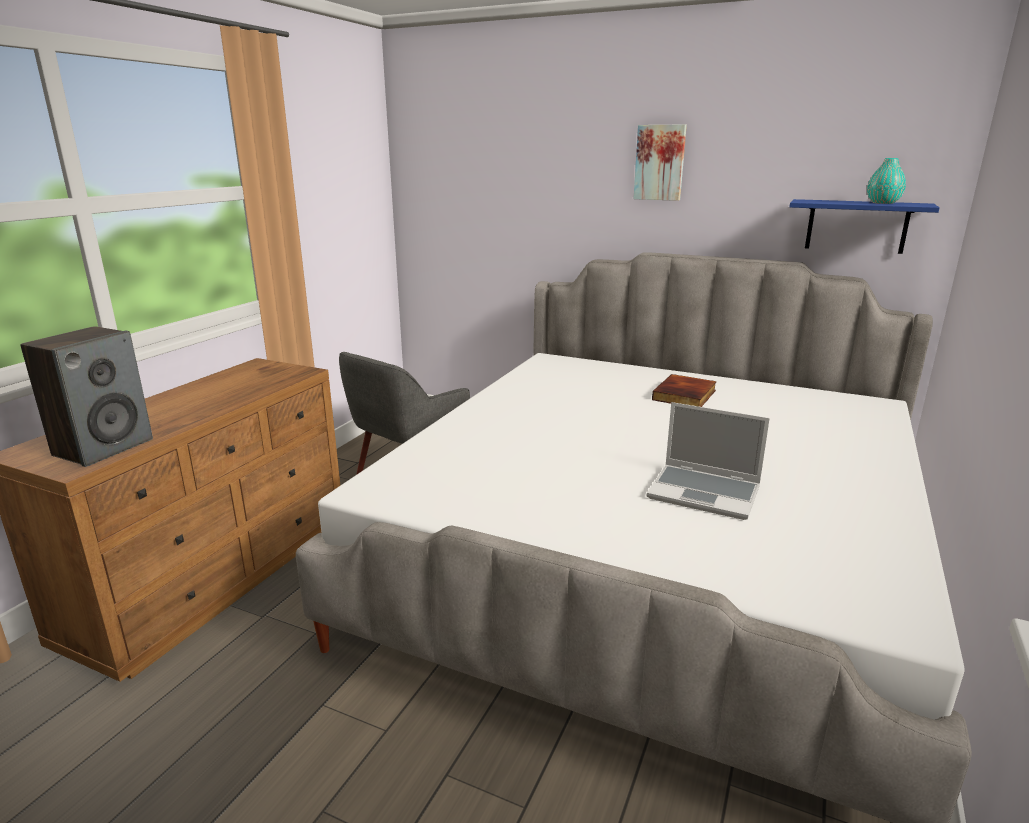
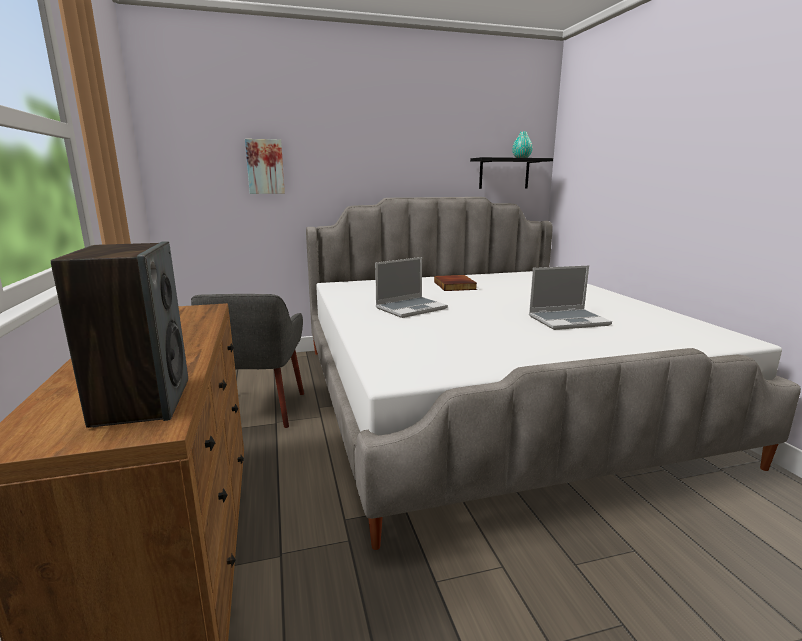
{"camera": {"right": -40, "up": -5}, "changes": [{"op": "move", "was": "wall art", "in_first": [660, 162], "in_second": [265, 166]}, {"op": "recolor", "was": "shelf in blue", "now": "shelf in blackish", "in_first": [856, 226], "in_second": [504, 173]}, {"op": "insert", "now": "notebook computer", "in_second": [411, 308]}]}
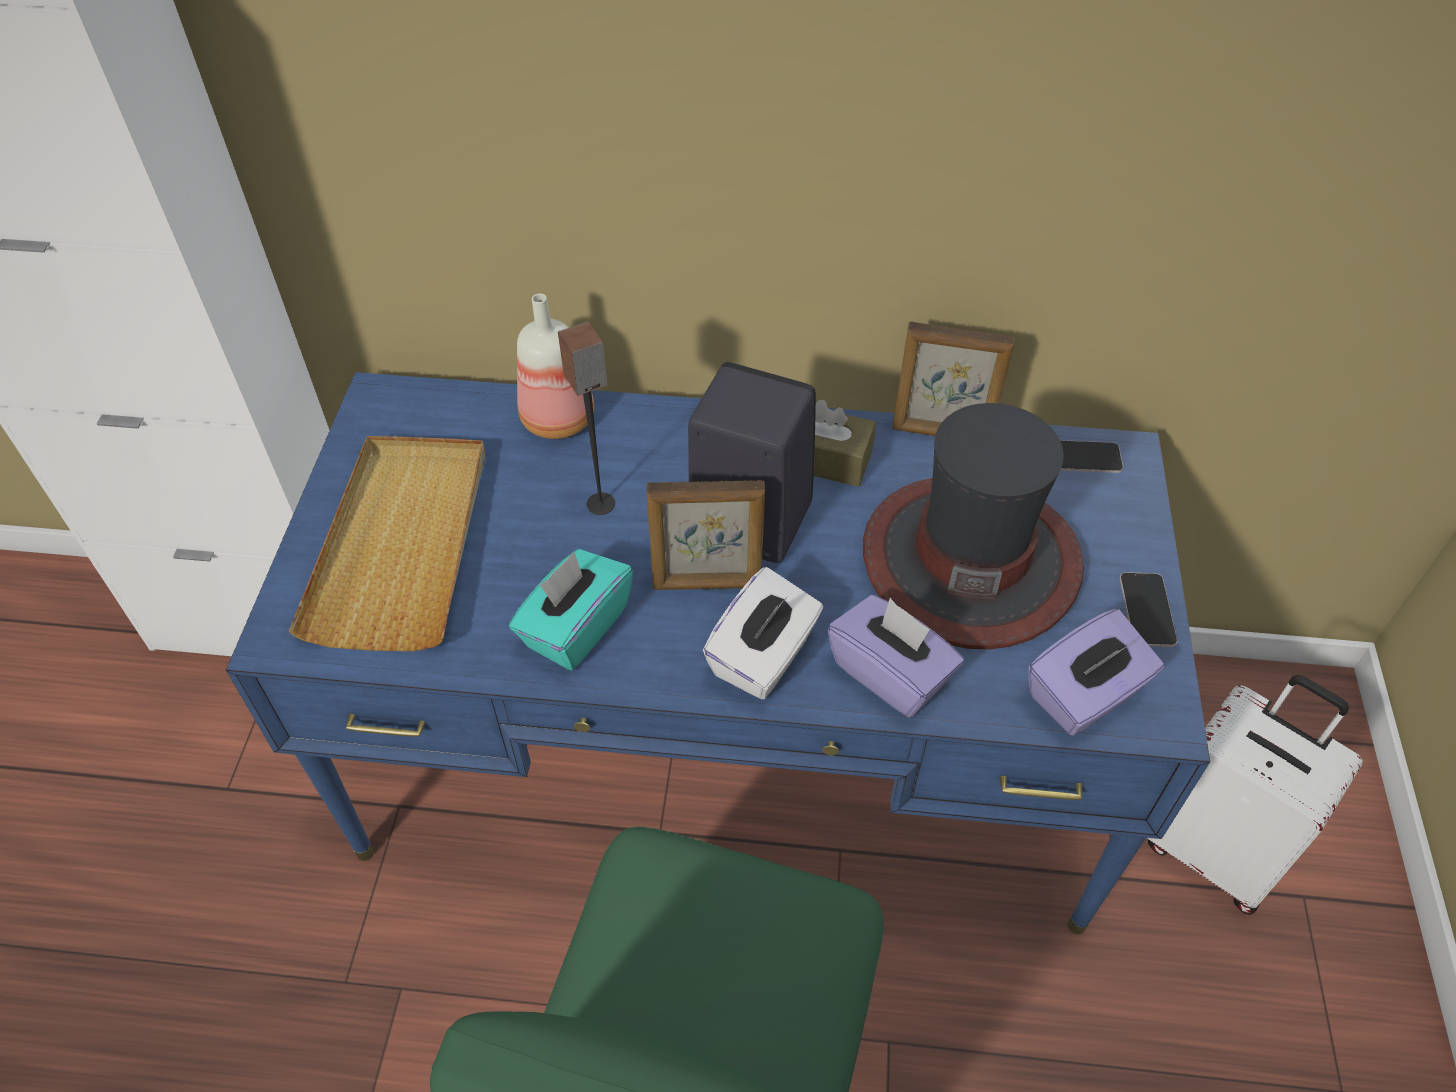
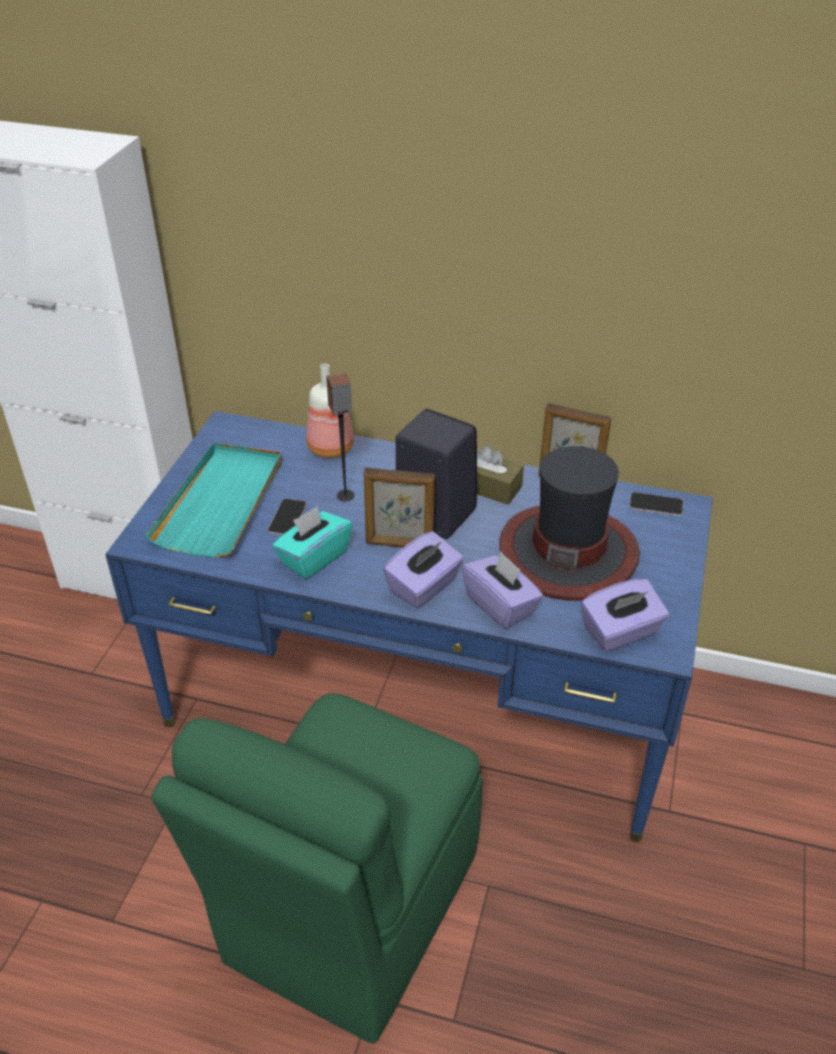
{"camera": {"right": 10, "up": -10}, "changes": [{"op": "recolor", "was": "serving tray in beige", "now": "serving tray in turquoise-coloured", "in_first": [402, 544], "in_second": [221, 503]}, {"op": "recolor", "was": "tissue box in whitish", "now": "tissue box in purple-coloured", "in_first": [763, 657], "in_second": [424, 586]}, {"op": "move", "was": "phone", "in_first": [1147, 610], "in_second": [287, 518]}, {"op": "delete", "was": "piece of luggage in whitish", "in_first": [1213, 848]}]}
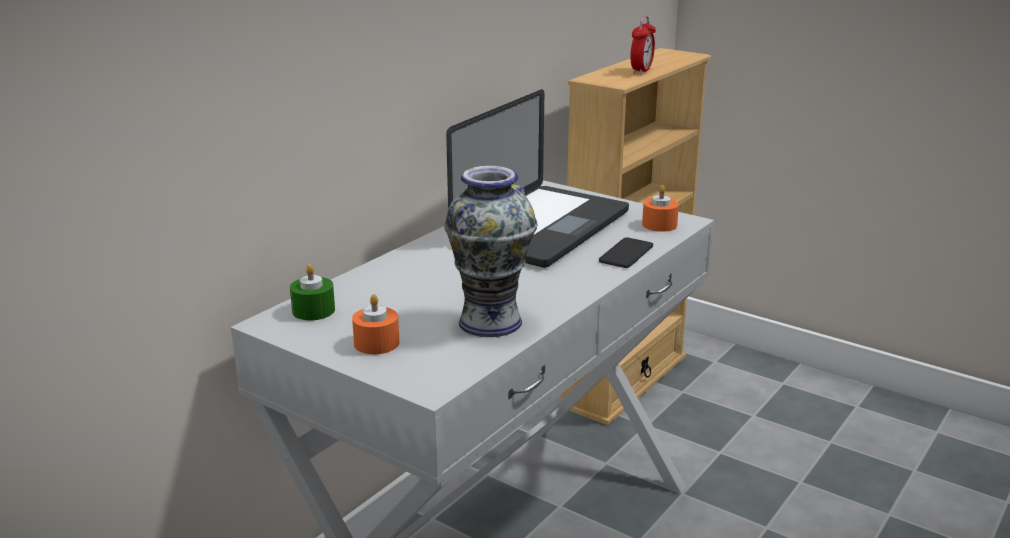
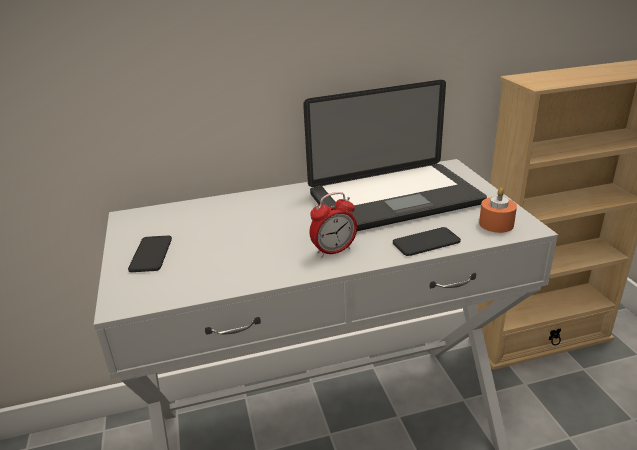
{"camera": {"right": 40, "up": 5}, "changes": [{"op": "delete", "was": "wax candle in green-coloured", "in_first": [313, 310]}, {"op": "replace", "was": "wax candle in orangey", "now": "phone", "in_first": [376, 343], "in_second": [151, 254]}, {"op": "delete", "was": "decorative vase", "in_first": [490, 322]}, {"op": "move", "was": "alarm clock", "in_first": [641, 71], "in_second": [334, 251]}]}
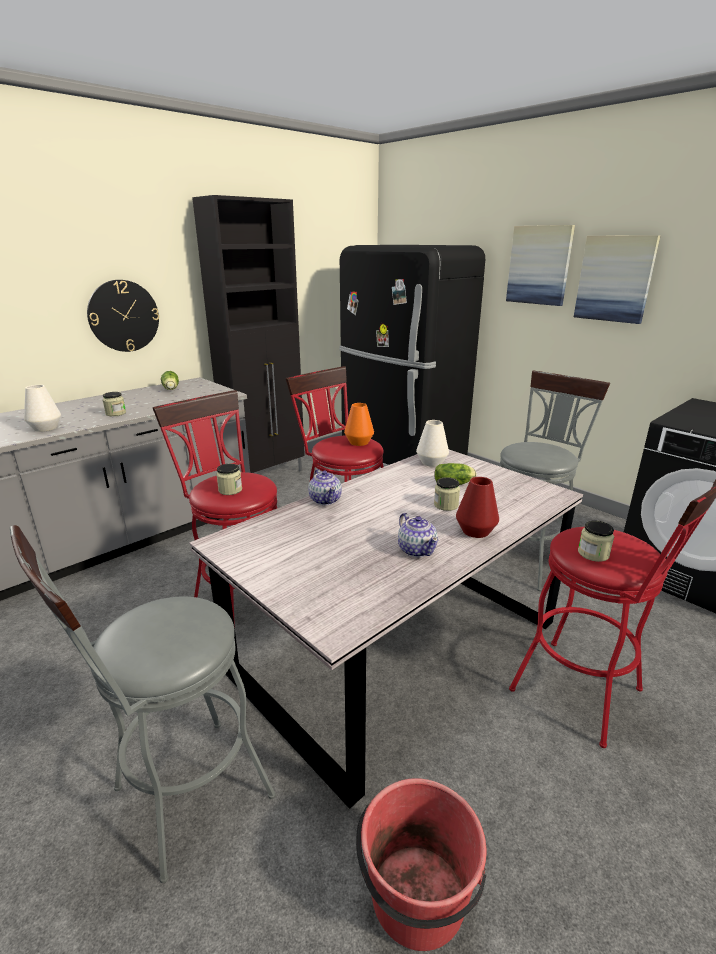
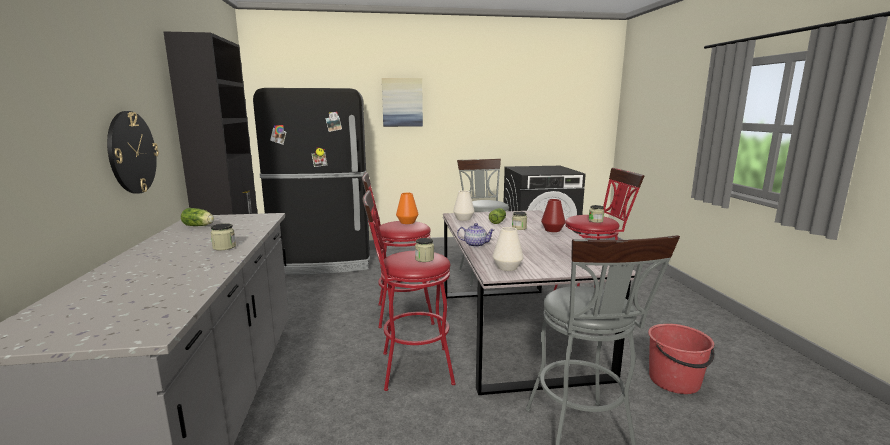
{"camera": {"right": -55, "up": -10}, "changes": [{"op": "move", "was": "decorative vase in whitish", "in_first": [45, 428], "in_second": [507, 267]}, {"op": "delete", "was": "tea pot", "in_first": [417, 550]}, {"op": "delete", "was": "wall art", "in_first": [615, 279]}]}
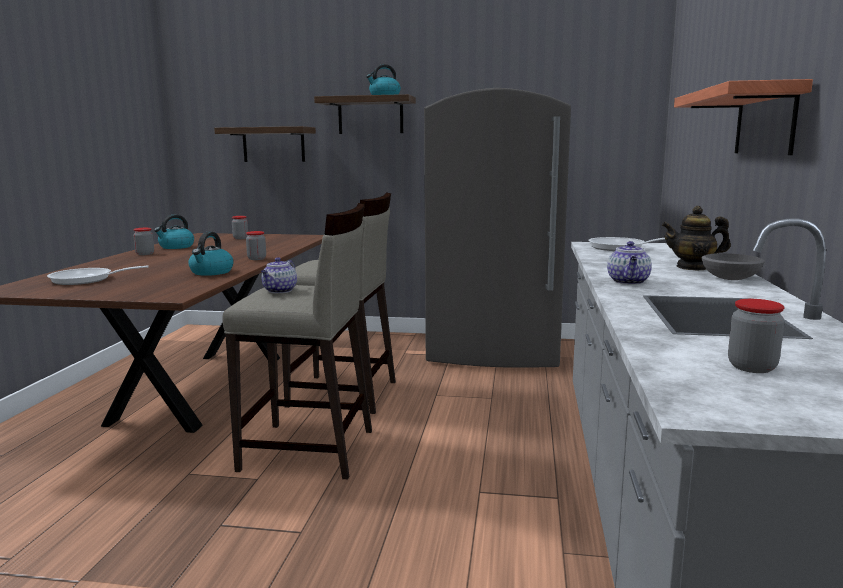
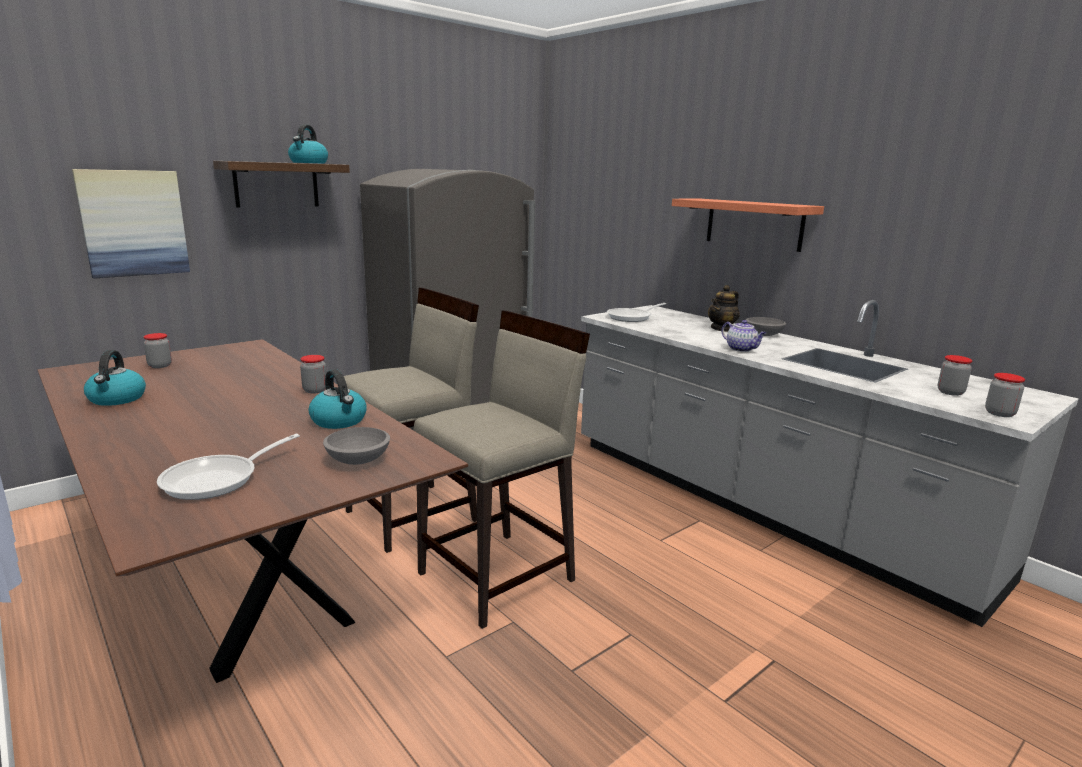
{"camera": {"right": -50, "up": 5}, "changes": [{"op": "move", "was": "preserve jar", "in_first": [145, 254], "in_second": [999, 413]}, {"op": "replace", "was": "shelf", "now": "wall art", "in_first": [273, 144], "in_second": [133, 223]}, {"op": "delete", "was": "tea pot", "in_first": [280, 291]}, {"op": "insert", "now": "bowl in greyish", "in_second": [357, 460]}]}
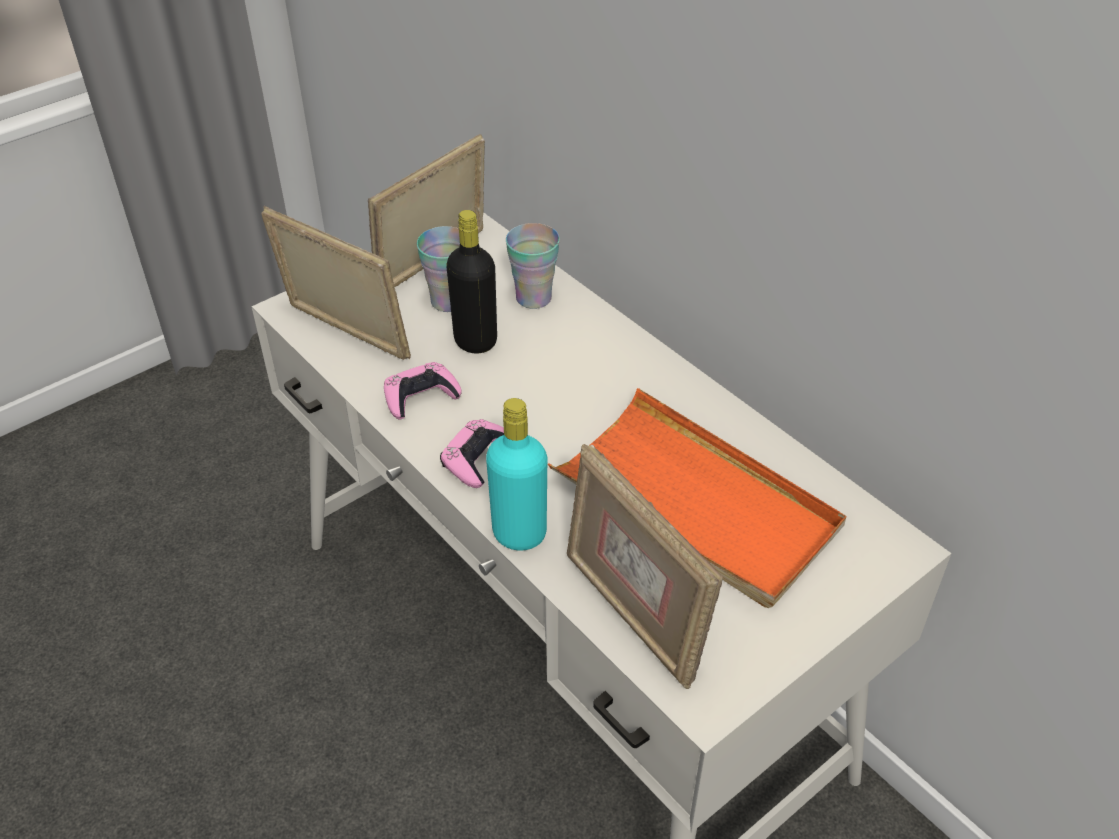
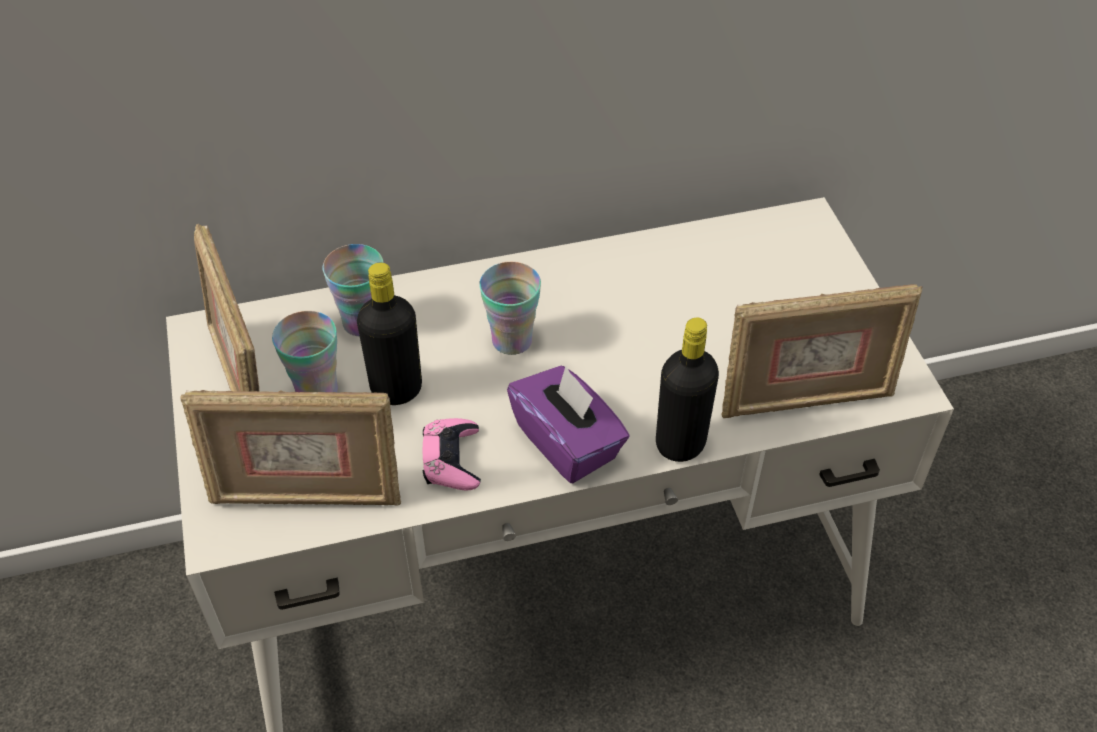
{"camera": {"right": -65, "up": 5}, "changes": [{"op": "rotate", "was": "photo frame", "in_first": [345, 334], "in_second": [307, 496], "clockwise": -150}, {"op": "replace", "was": "joypad in pinkish", "now": "tissue box in purple-coloured", "in_first": [477, 458], "in_second": [567, 443]}, {"op": "recolor", "was": "beverage bottle in turquoise-coloured", "now": "beverage bottle in blackish", "in_first": [519, 534], "in_second": [680, 443]}, {"op": "delete", "was": "serving tray in orangey", "in_first": [696, 503]}, {"op": "insert", "now": "drinking cup", "in_second": [512, 340]}]}
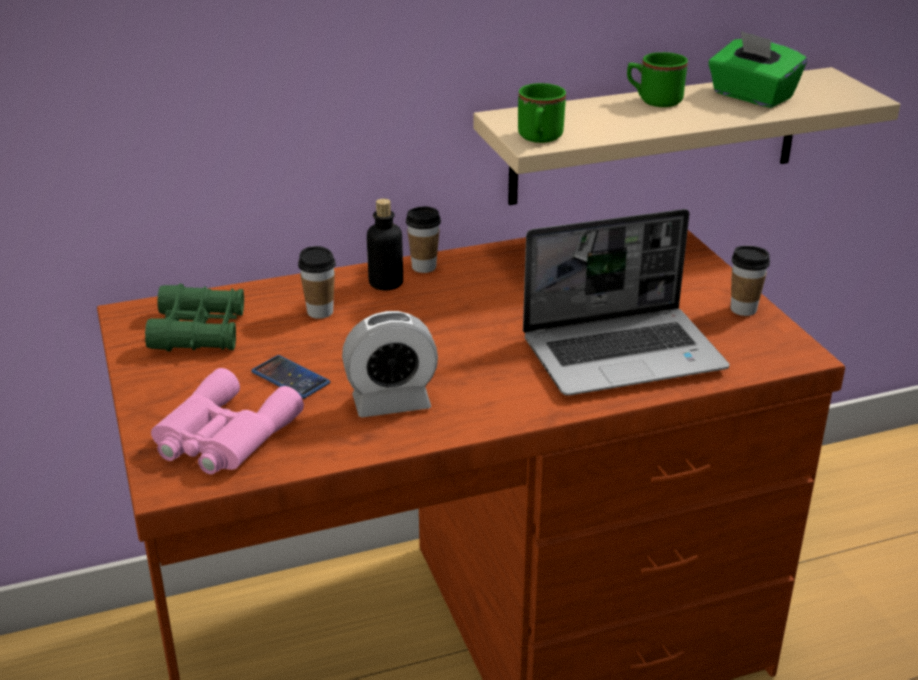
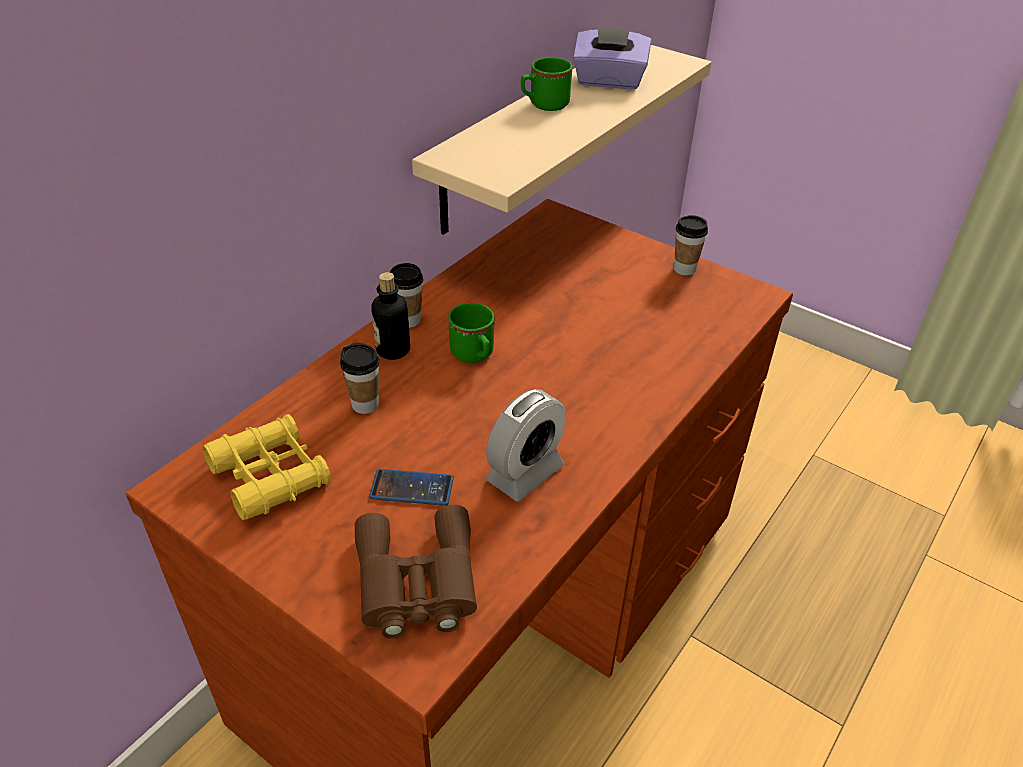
{"camera": {"right": -35, "up": 10}, "changes": [{"op": "recolor", "was": "pair of binoculars in green-coloured", "now": "pair of binoculars in yellowish", "in_first": [199, 331], "in_second": [270, 476]}, {"op": "recolor", "was": "pair of binoculars in pinkish", "now": "pair of binoculars in brown", "in_first": [222, 437], "in_second": [416, 583]}, {"op": "move", "was": "coffee mug in green-coloured", "in_first": [539, 138], "in_second": [474, 355]}, {"op": "delete", "was": "notebook computer", "in_first": [624, 353]}, {"op": "recolor", "was": "tissue box in green-coloured", "now": "tissue box in purple-coloured", "in_first": [751, 96], "in_second": [609, 81]}]}
